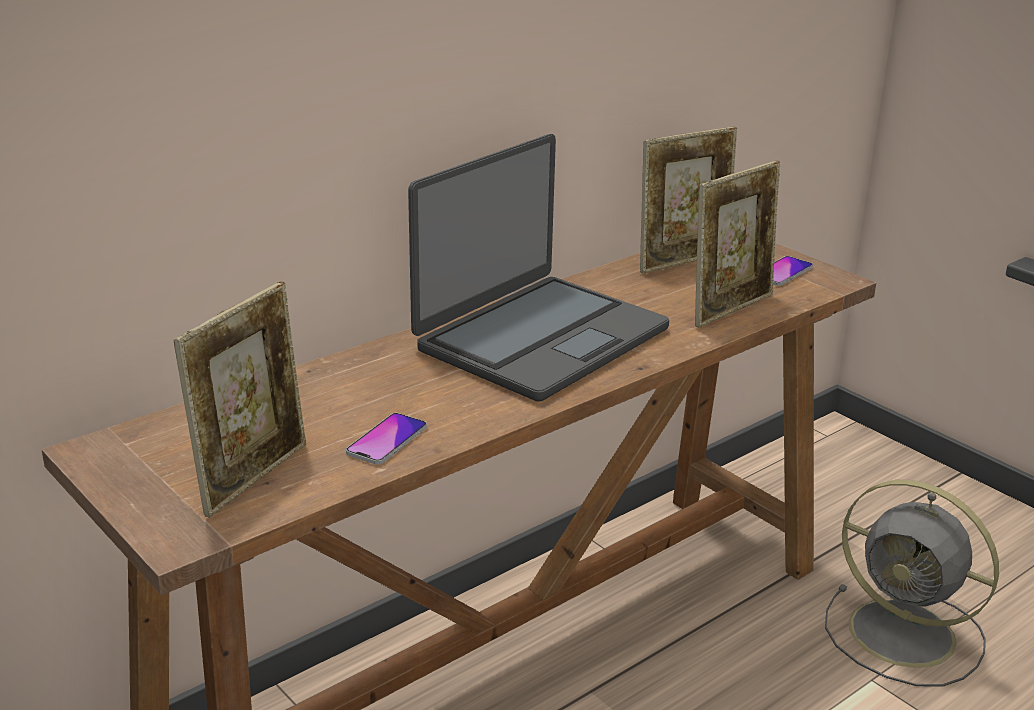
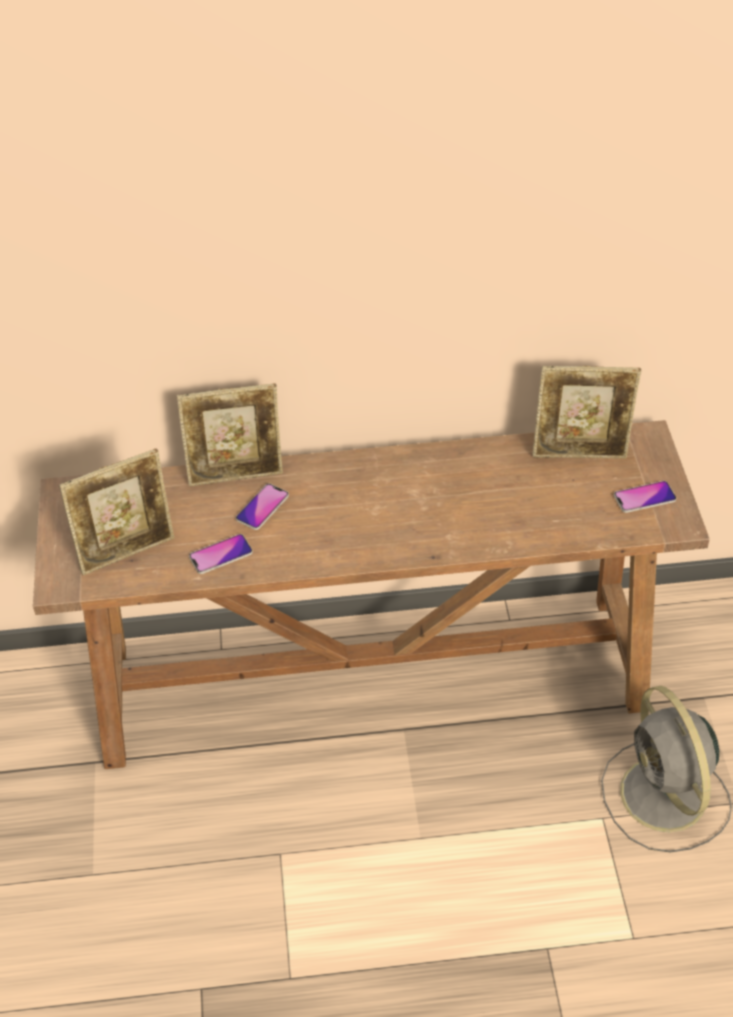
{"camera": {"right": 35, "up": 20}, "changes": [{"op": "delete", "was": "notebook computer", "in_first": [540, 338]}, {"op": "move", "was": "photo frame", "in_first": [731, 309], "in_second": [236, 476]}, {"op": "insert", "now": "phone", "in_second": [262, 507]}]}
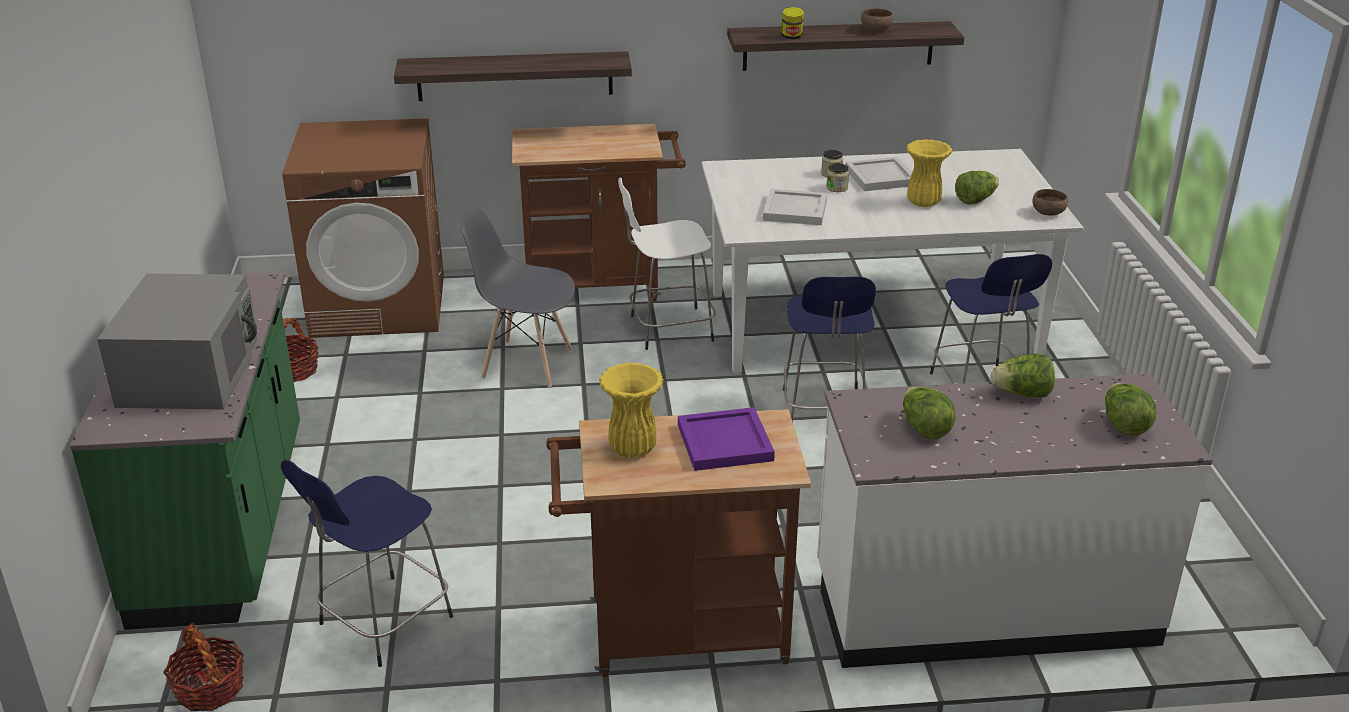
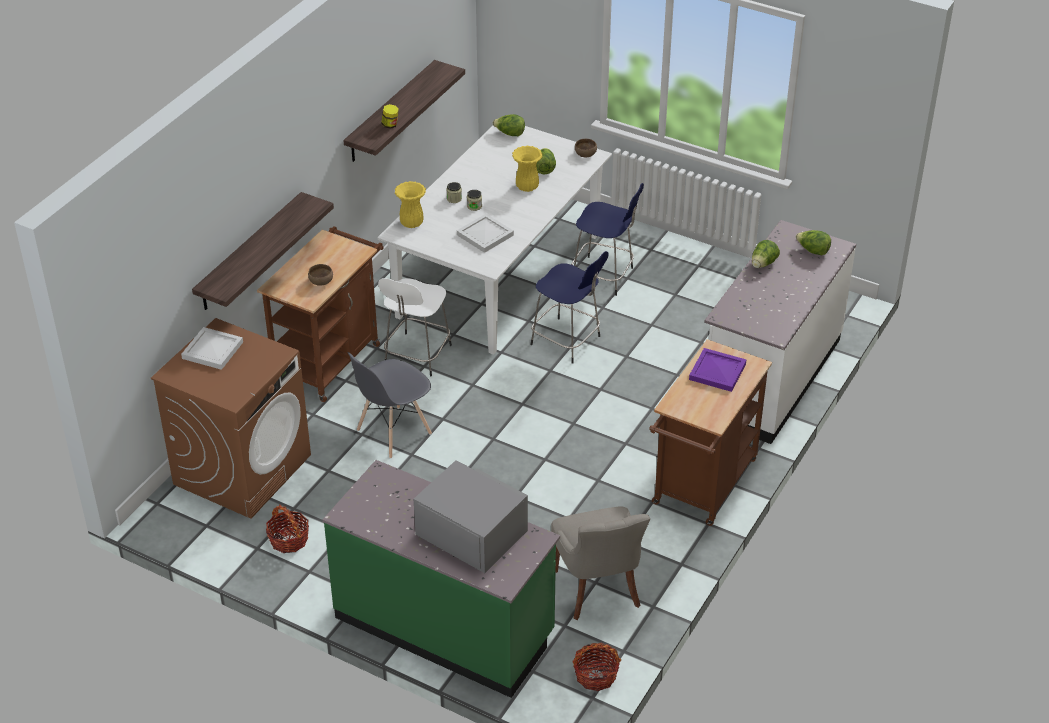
{"camera": {"right": -55, "up": 10}, "changes": [{"op": "replace", "was": "sitting stool in blue", "now": "plain chair in greyish", "in_first": [382, 623], "in_second": [598, 590]}, {"op": "move", "was": "decorative vase in yellowish", "in_first": [631, 448], "in_second": [411, 223]}, {"op": "move", "was": "serving tray in whitish", "in_first": [881, 176], "in_second": [212, 349]}, {"op": "move", "was": "bowl in brown", "in_first": [876, 30], "in_second": [321, 281]}, {"op": "move", "was": "head of lettuce", "in_first": [924, 429], "in_second": [509, 134]}]}
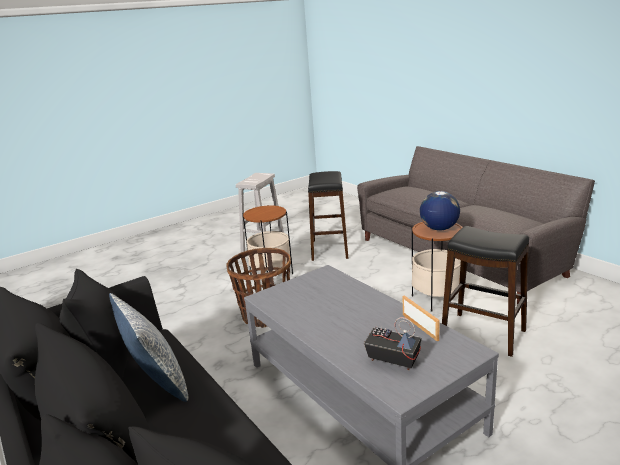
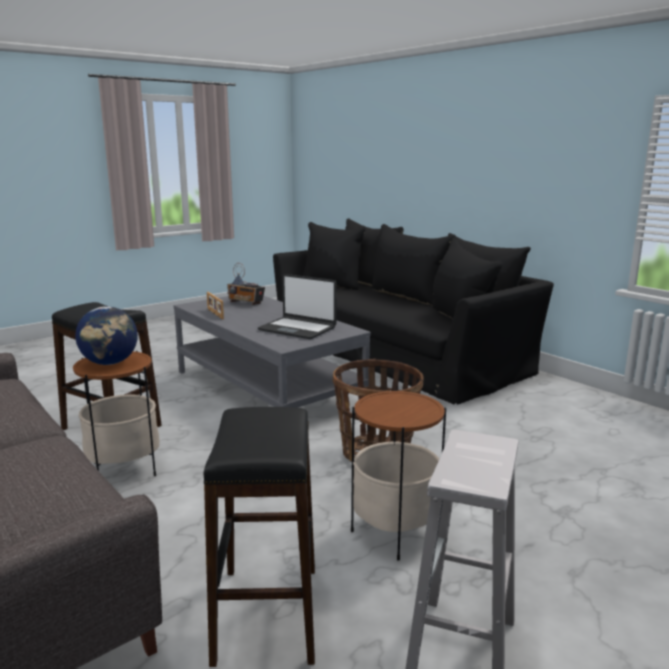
{"camera": {"right": 175, "up": -5}, "changes": [{"op": "delete", "was": "pillow", "in_first": [156, 381]}, {"op": "insert", "now": "notebook computer", "in_second": [297, 329]}]}
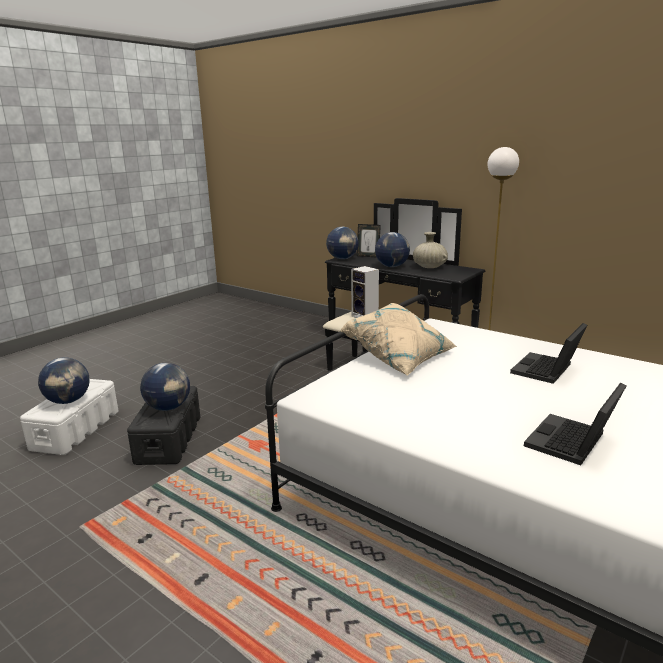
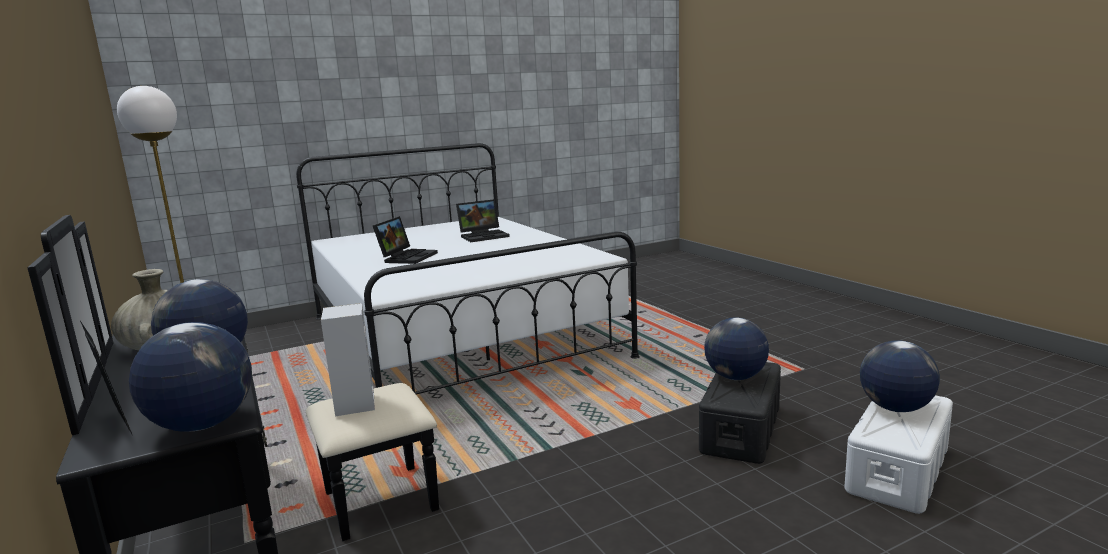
{"camera": {"right": -155, "up": -5}, "changes": [{"op": "delete", "was": "pillow in beige", "in_first": [399, 357]}, {"op": "rotate", "was": "notebook computer", "in_first": [547, 371], "in_second": [407, 257], "clockwise": -45}]}
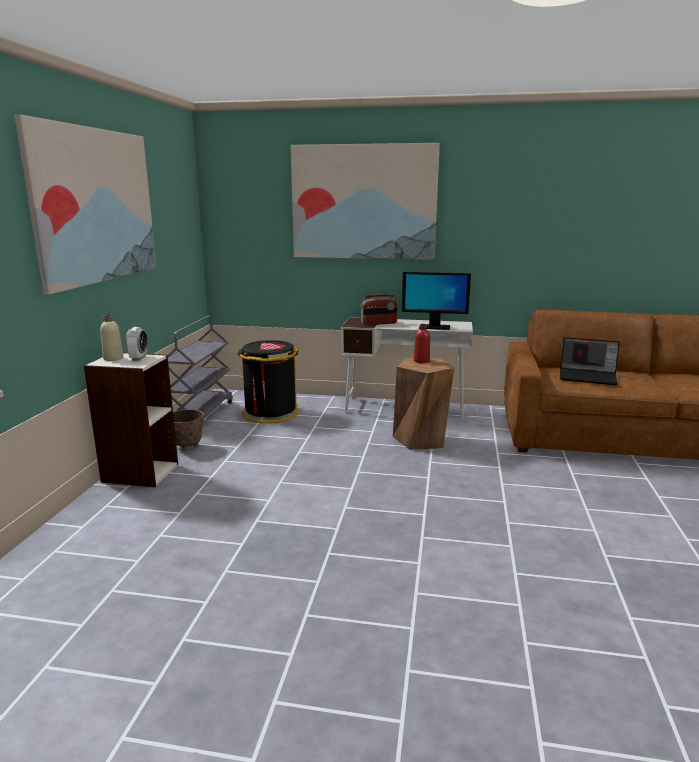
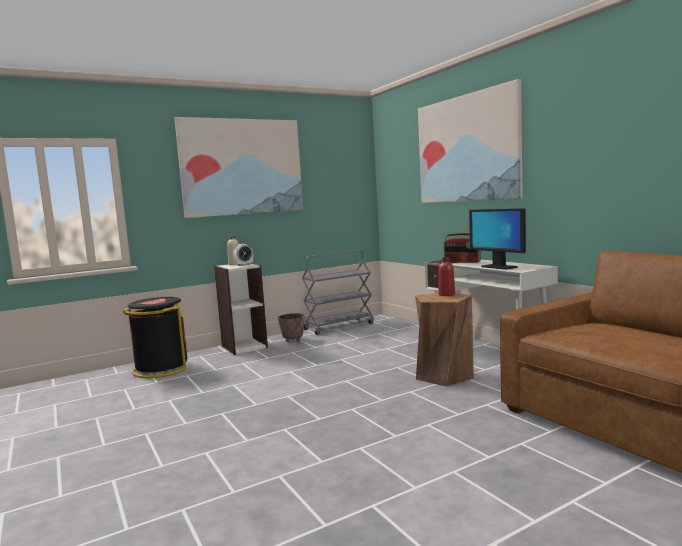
{"camera": {"right": 50, "up": -10}, "changes": [{"op": "move", "was": "rubbish bin in blackish", "in_first": [270, 413], "in_second": [161, 369]}, {"op": "delete", "was": "notebook computer", "in_first": [588, 377]}]}
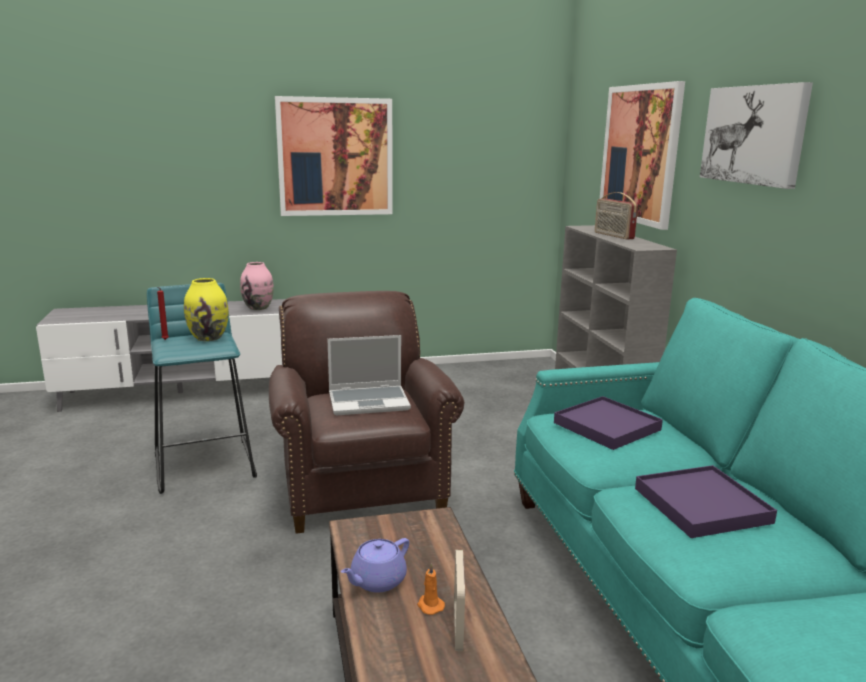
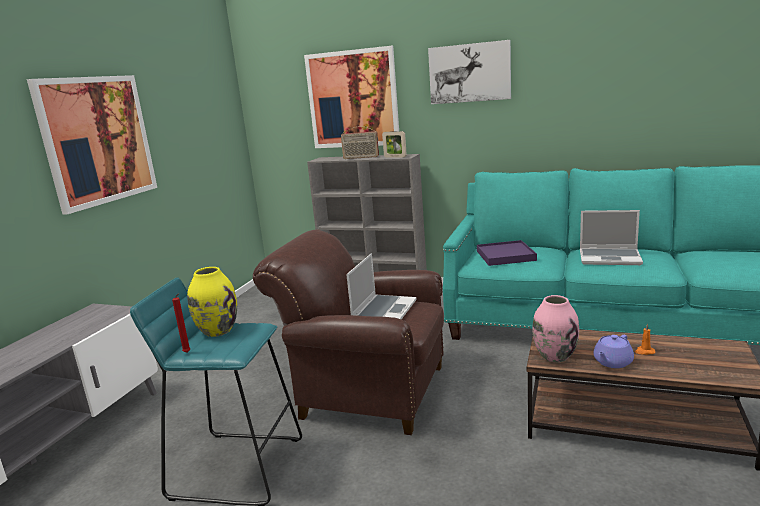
{"camera": {"right": -55, "up": 0}, "changes": [{"op": "move", "was": "decorative vase in pinkish", "in_first": [258, 308], "in_second": [554, 356]}, {"op": "rotate", "was": "tea pot in purple-coloured", "in_first": [377, 581], "in_second": [612, 362], "clockwise": 60}, {"op": "move", "was": "photo frame", "in_first": [458, 628], "in_second": [395, 157]}, {"op": "replace", "was": "serving tray in purple-coloured", "now": "notebook computer", "in_first": [702, 505], "in_second": [610, 258]}]}
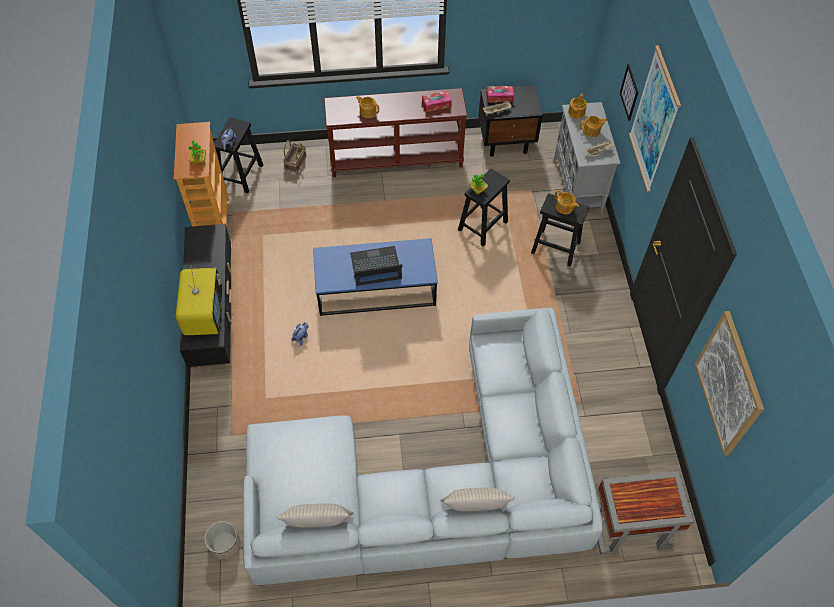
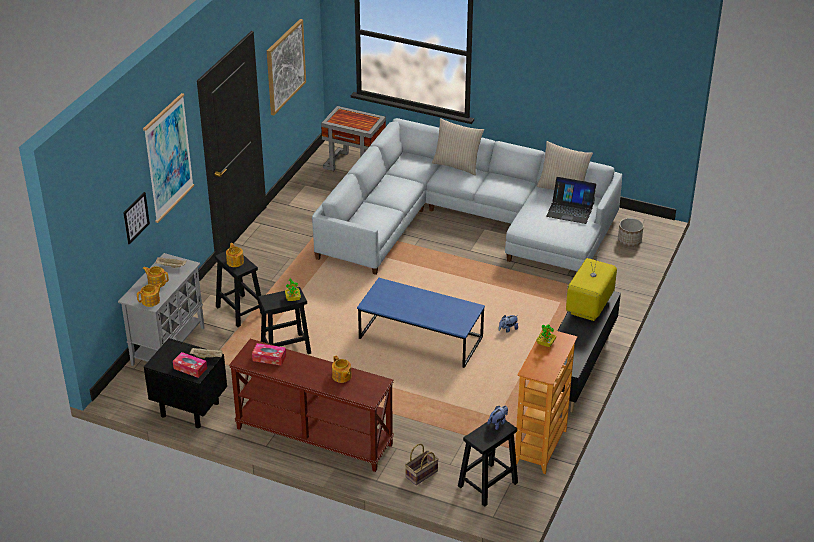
{"camera": {"right": -150, "up": -20}, "changes": [{"op": "move", "was": "notebook computer", "in_first": [376, 267], "in_second": [570, 210]}]}
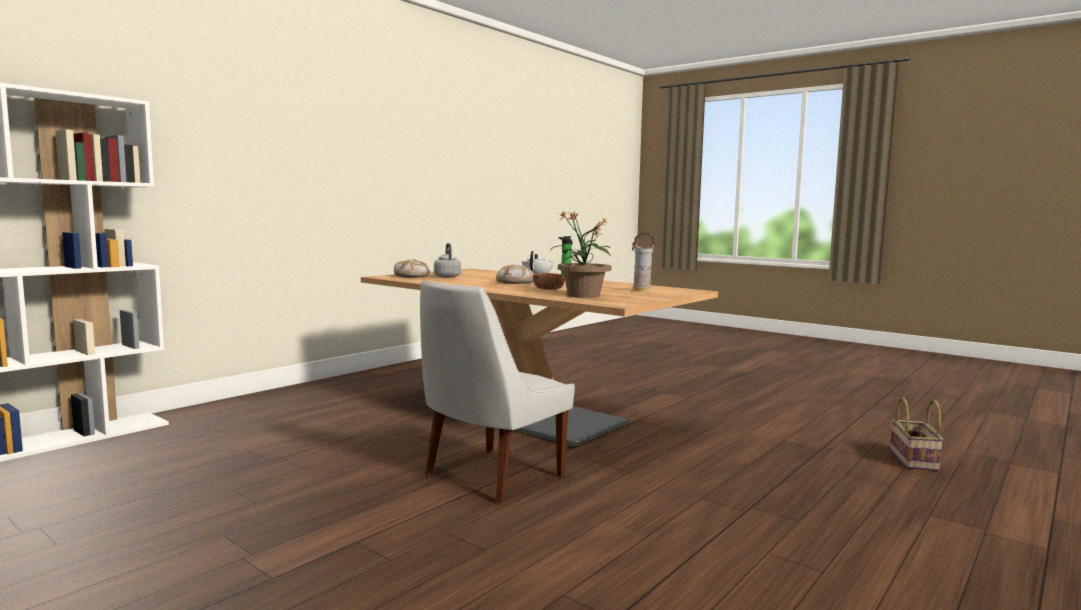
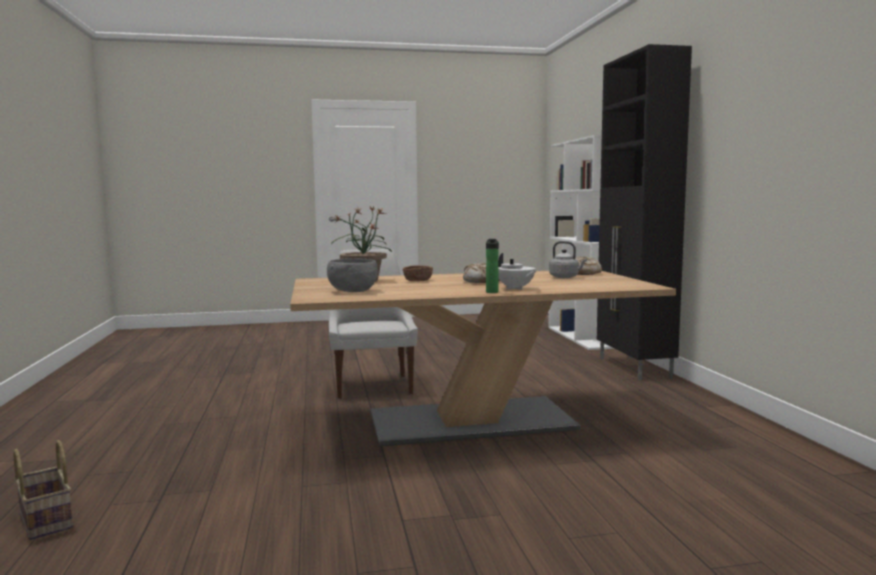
{"camera": {"right": 130, "up": 0}, "changes": [{"op": "replace", "was": "decorative vase", "now": "bowl in greyish", "in_first": [641, 290], "in_second": [352, 291]}, {"op": "insert", "now": "storage cabinet in blackish", "in_second": [634, 368]}]}
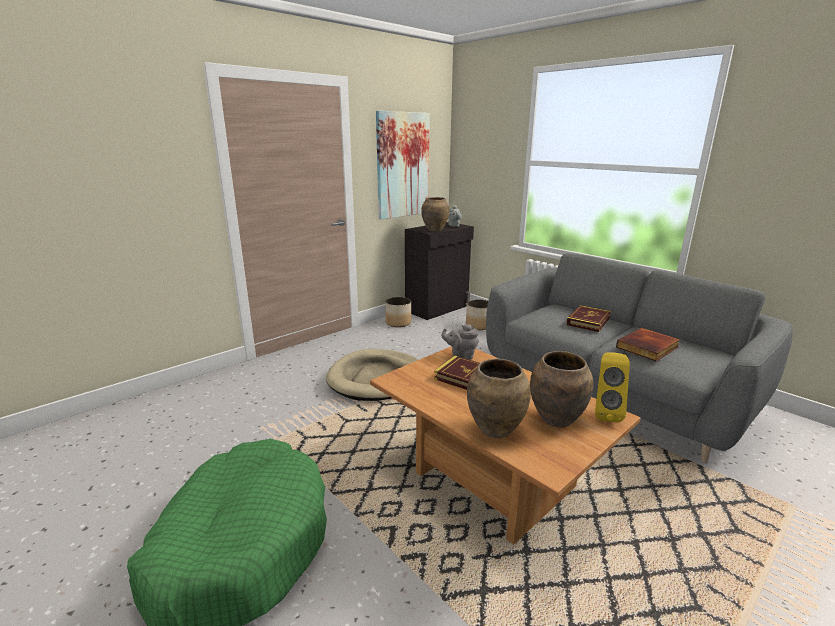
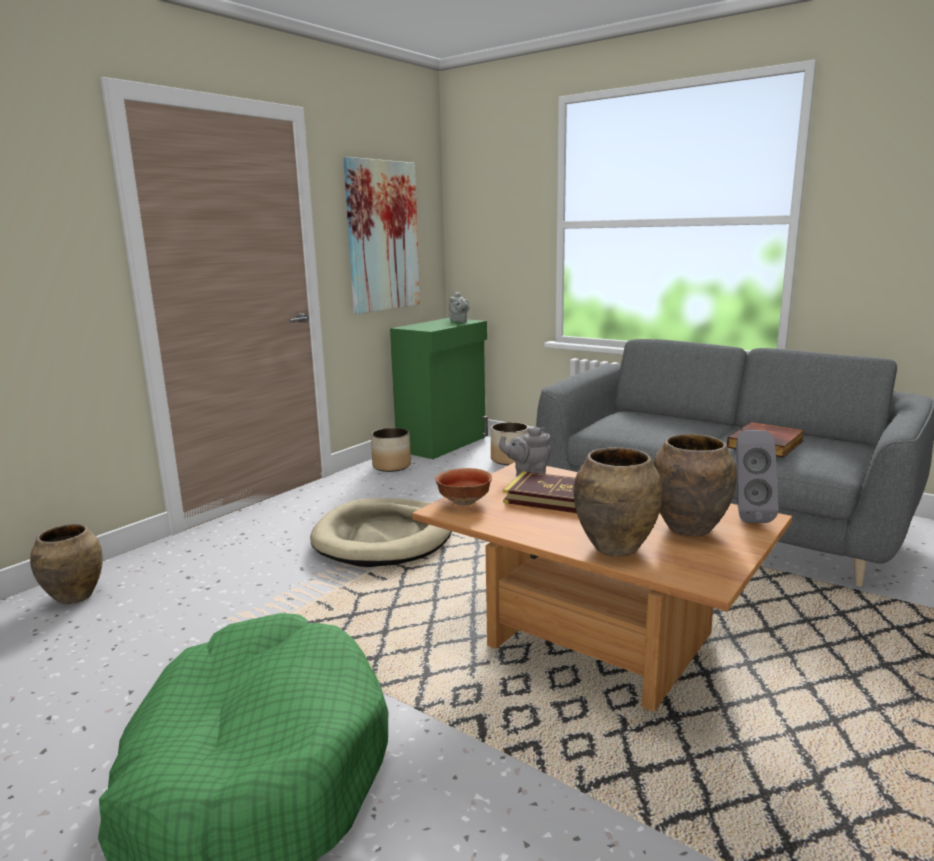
{"camera": {"right": -10, "up": -5}, "changes": [{"op": "recolor", "was": "storage cabinet in blackish", "now": "storage cabinet in green-coloured", "in_first": [438, 308], "in_second": [444, 444]}, {"op": "move", "was": "decorative vase in brown", "in_first": [435, 230], "in_second": [75, 597]}, {"op": "delete", "was": "book", "in_first": [588, 321]}, {"op": "recolor", "was": "loudspeaker in yellowish", "now": "loudspeaker in greyish", "in_first": [605, 413], "in_second": [747, 516]}, {"op": "insert", "now": "bowl", "in_second": [463, 502]}]}
